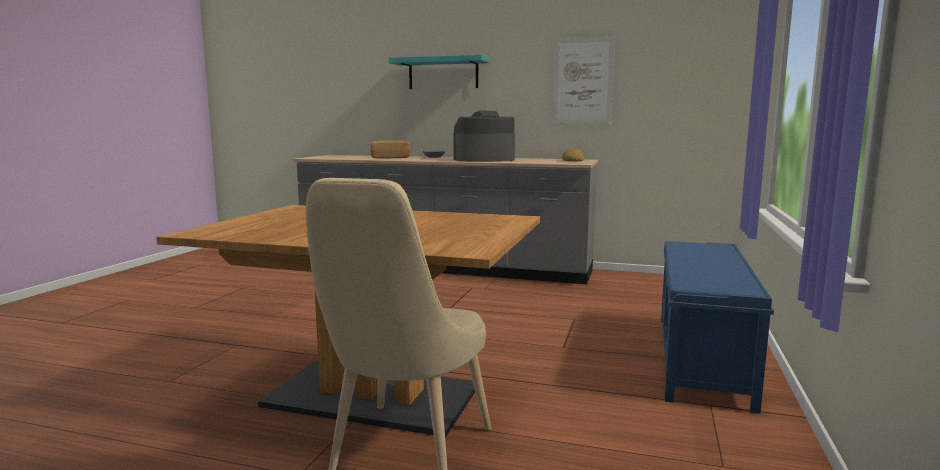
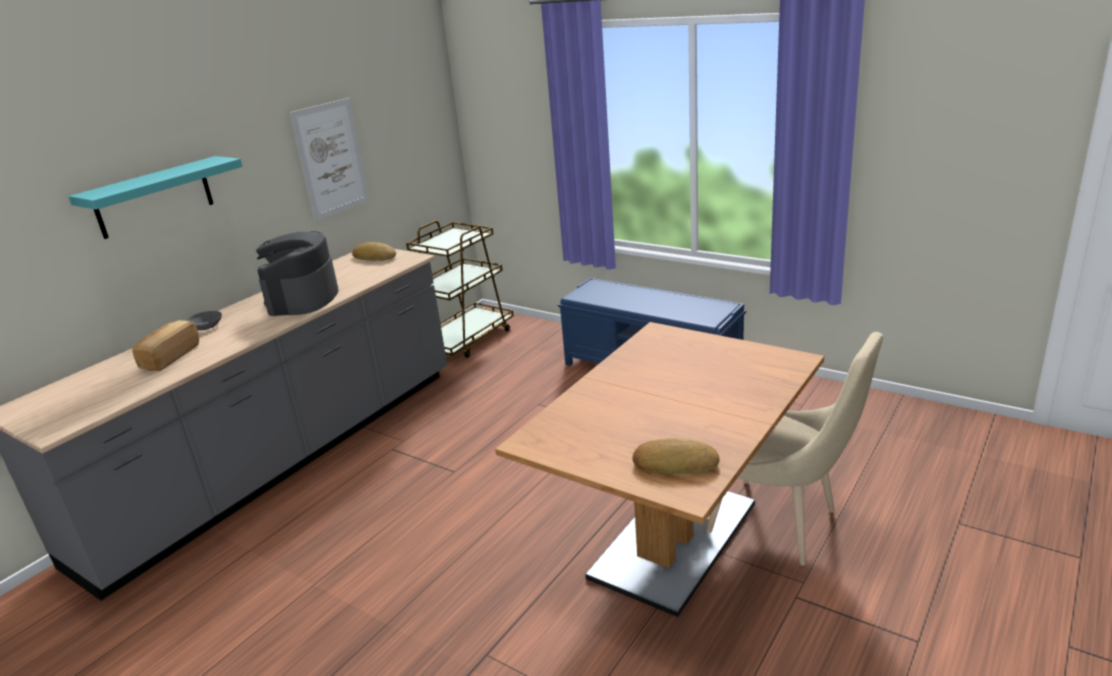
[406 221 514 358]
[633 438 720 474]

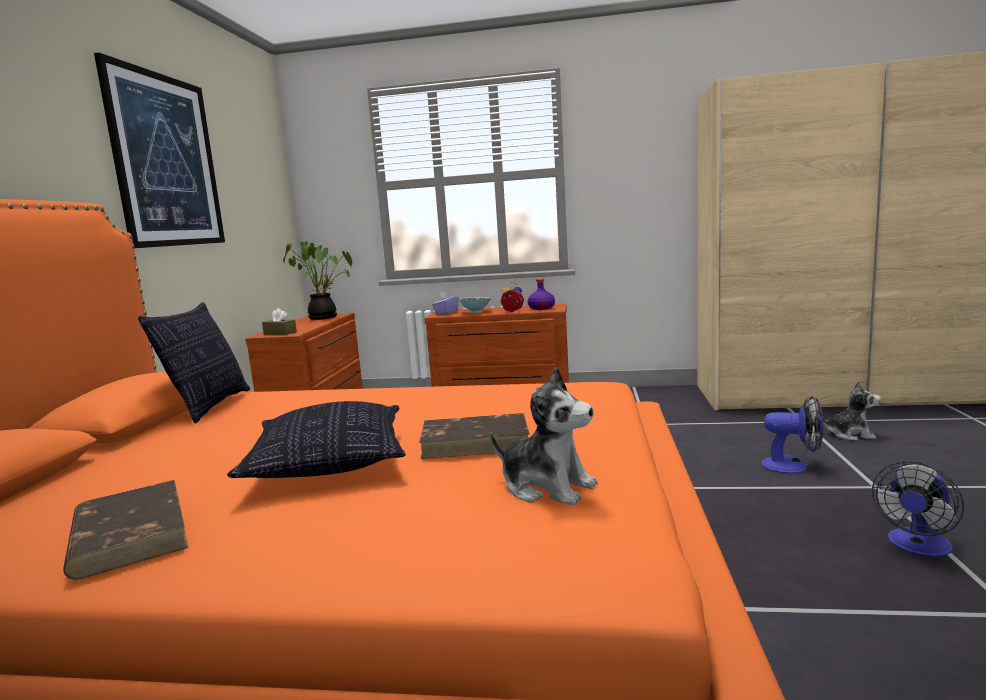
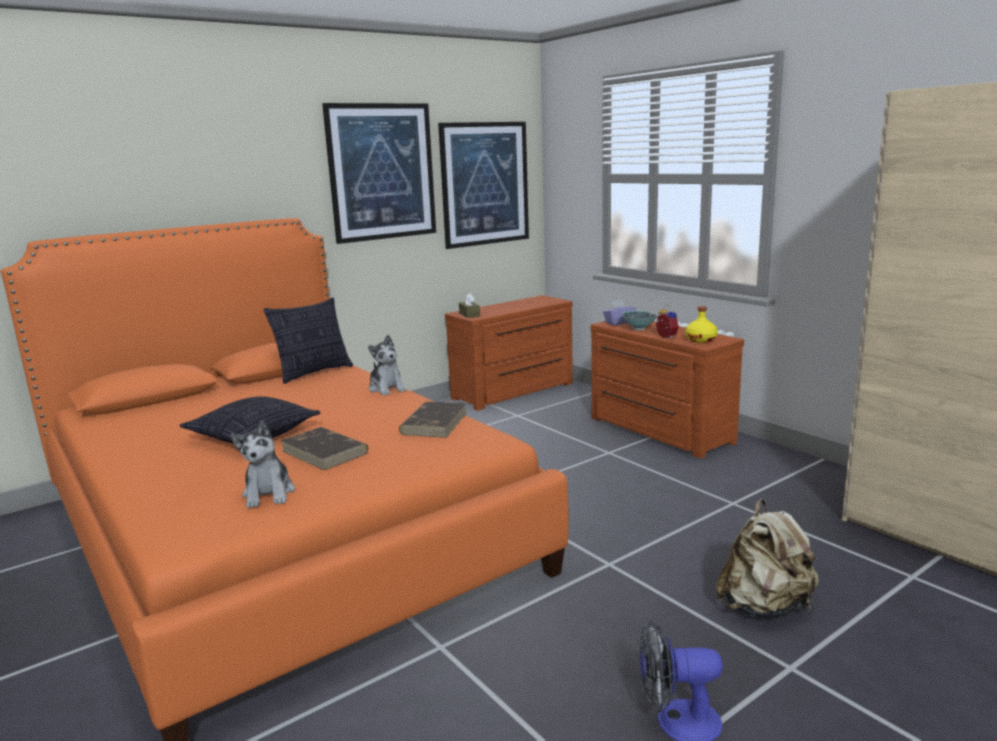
[283 241 352 320] (first image)
[438 122 529 249]
[399 401 467 438]
[368 335 407 396]
[716 499 819 618]
[685 306 718 343]

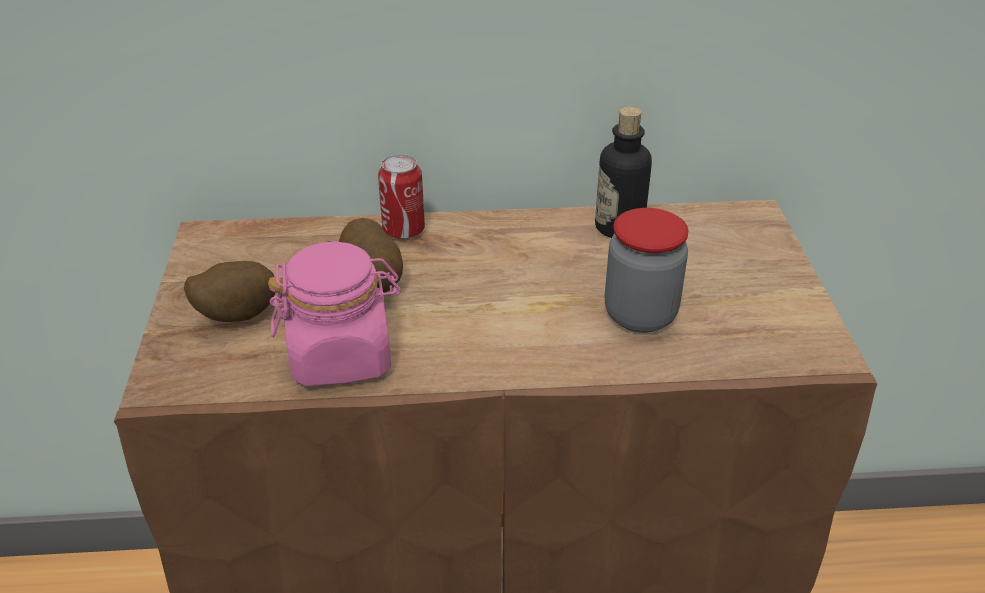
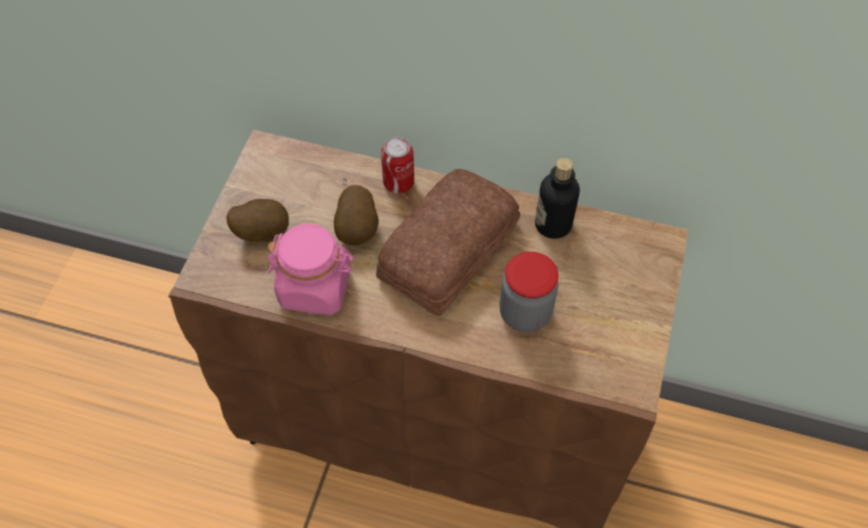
[376 169 520 316]

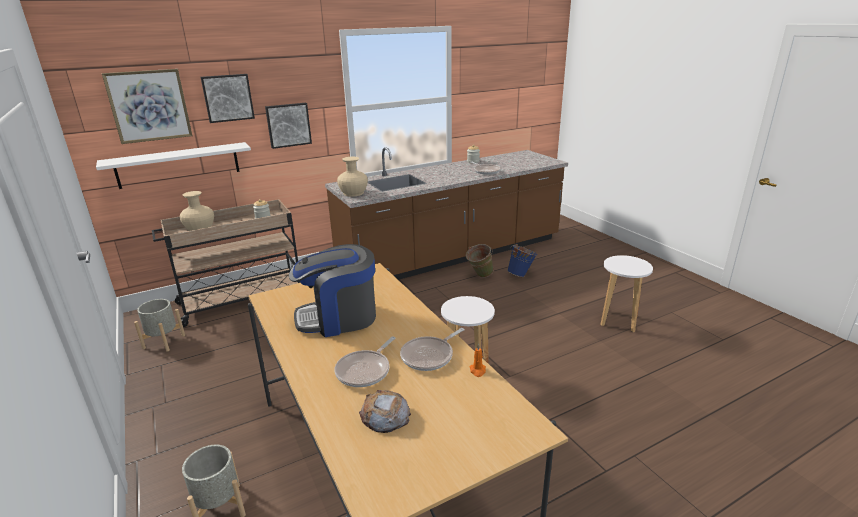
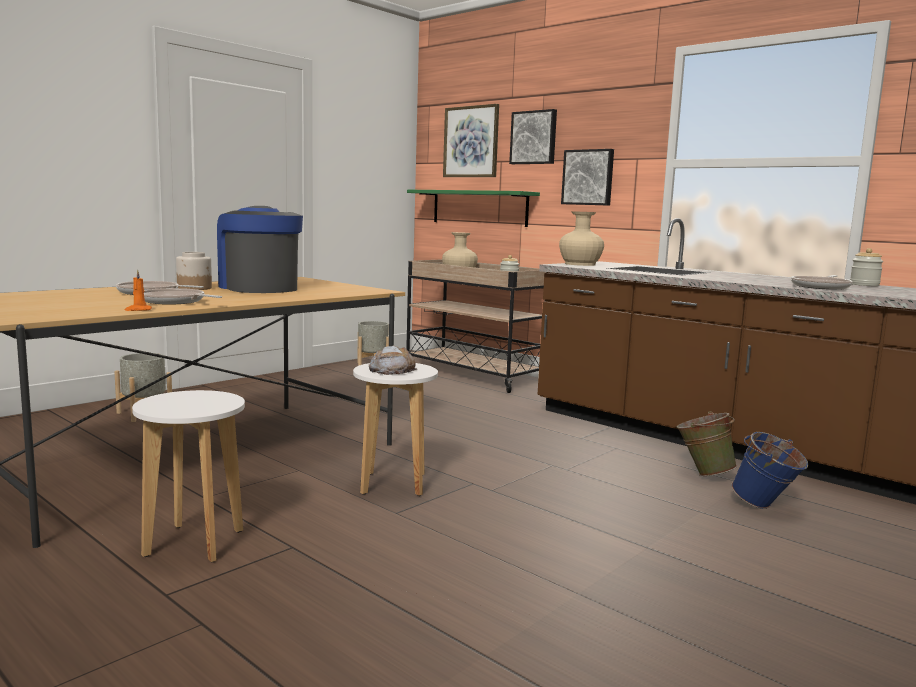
[176 252 212 290]
[369 345 418 375]
[132 390 245 563]
[407 190 540 227]

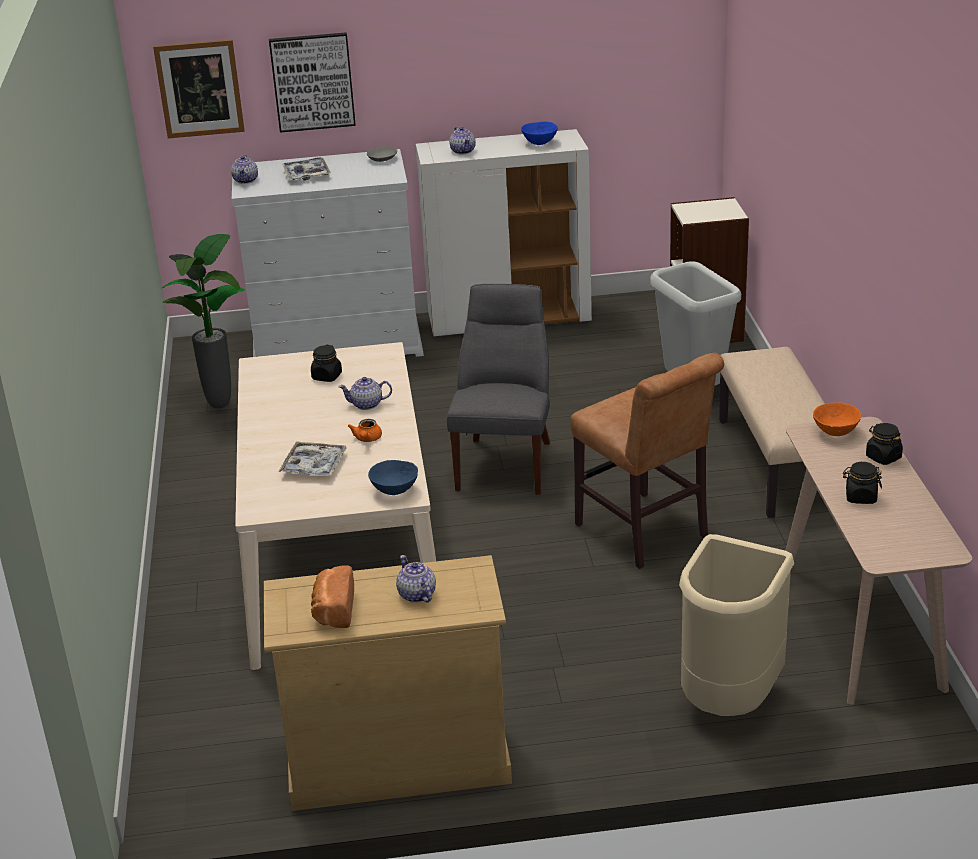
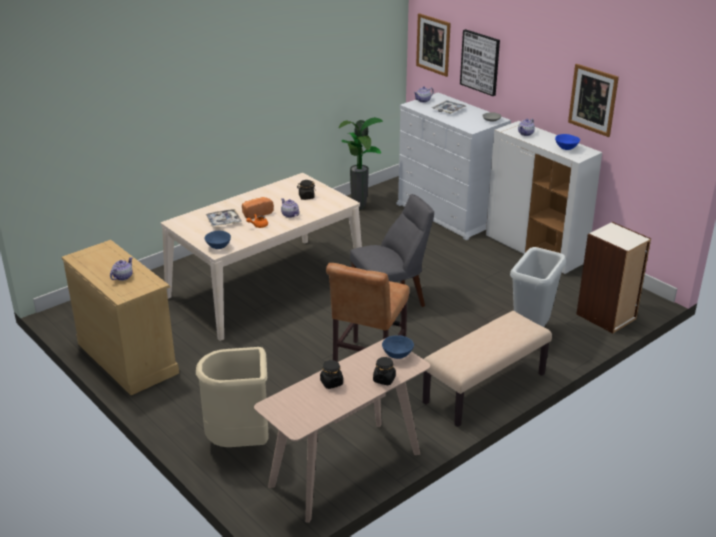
[568 64 619 137]
[242 197 274 219]
[382 335 414 359]

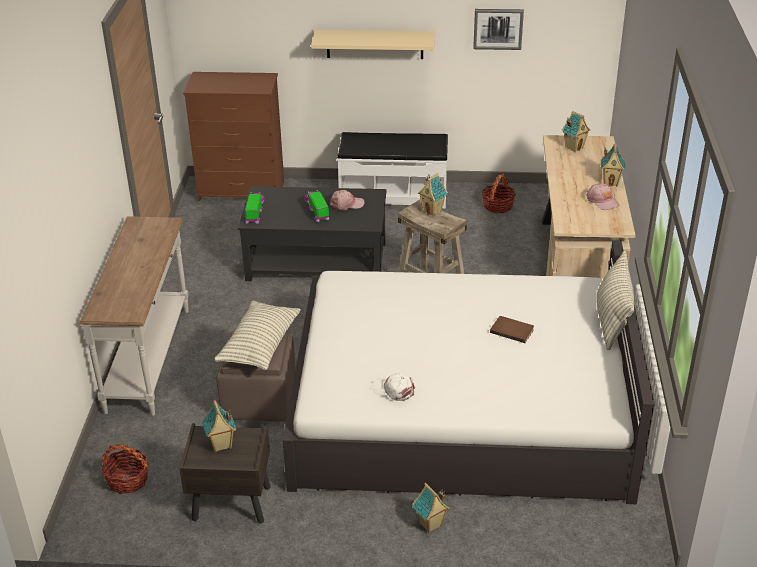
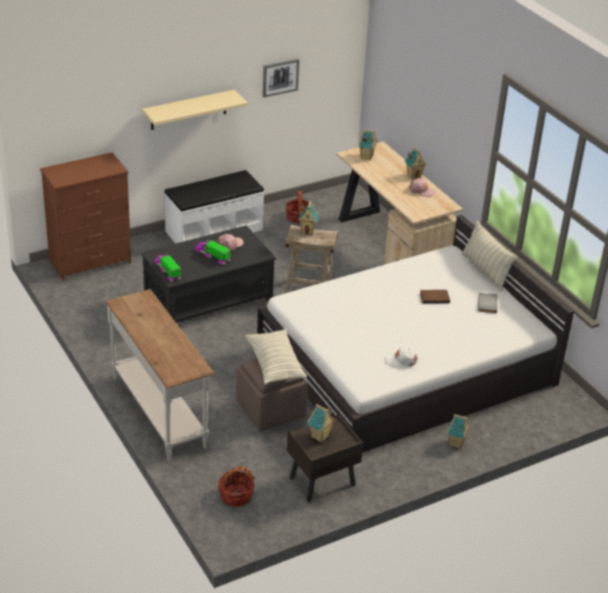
[478 293 497 313]

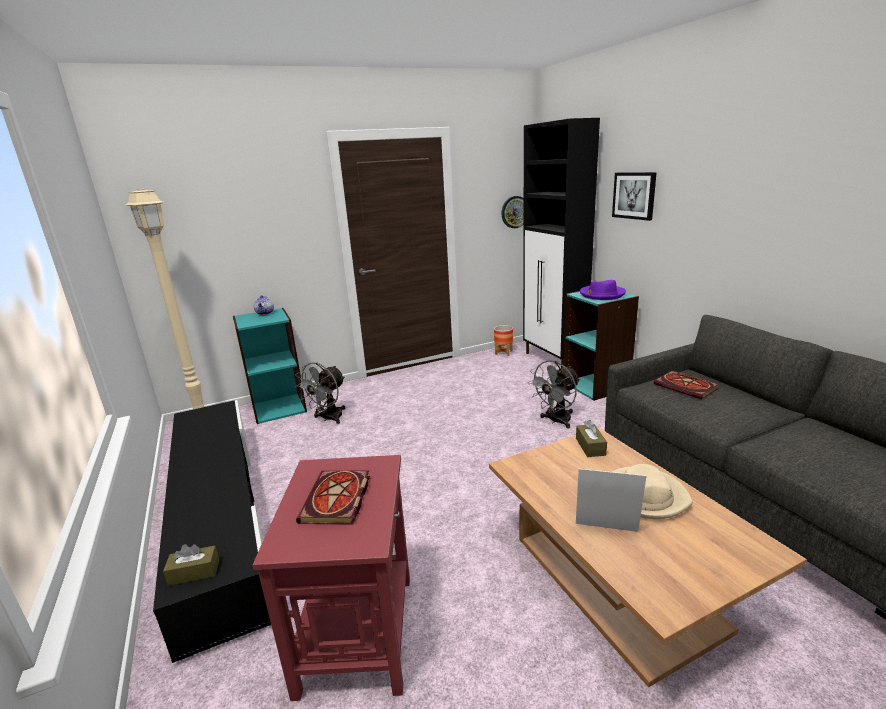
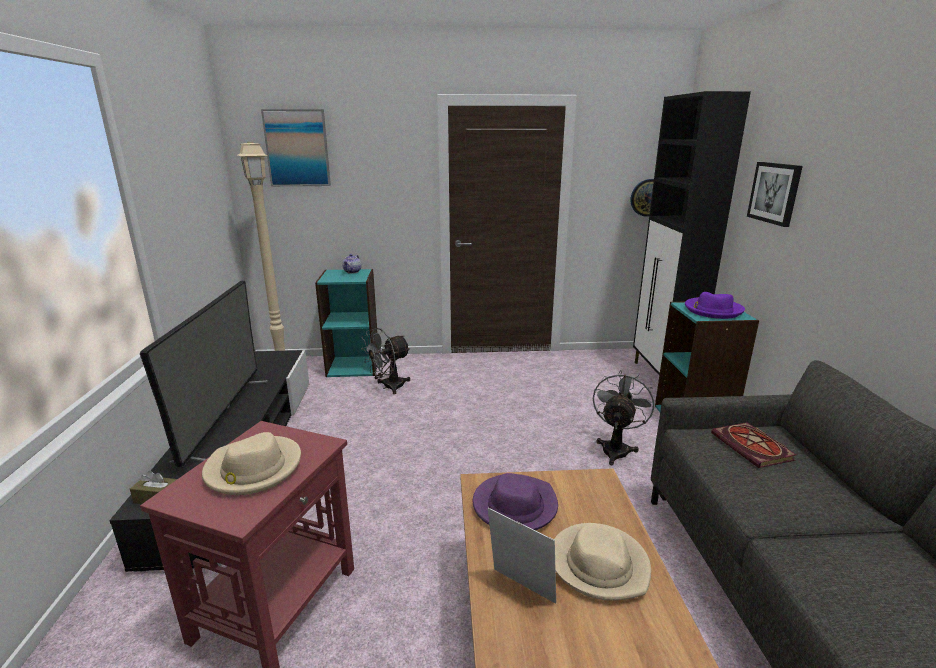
[494 325 513 356] (first image)
[576 420 607 457] (first image)
[140 281 268 467]
[261 109 331 186]
[473 473 558 530]
[202 432 301 495]
[593 370 655 465]

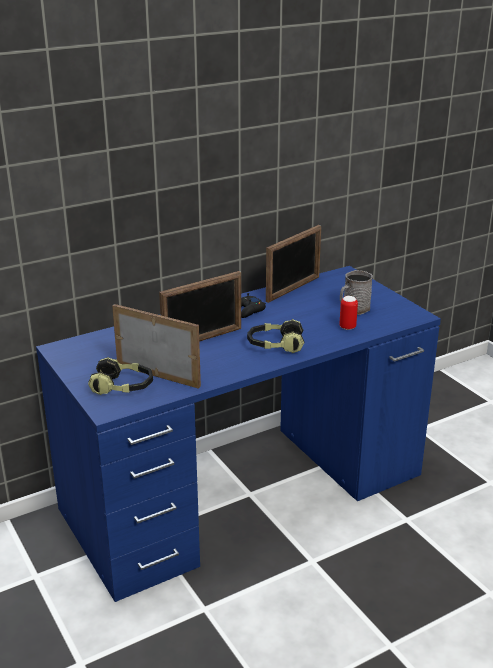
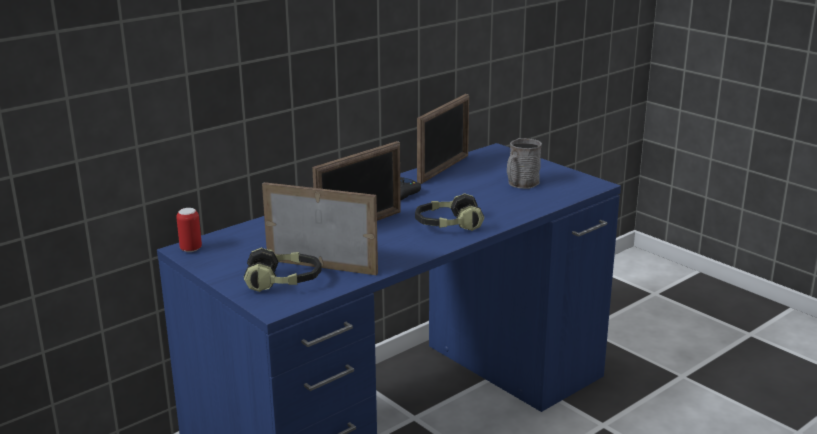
[176 208 202 252]

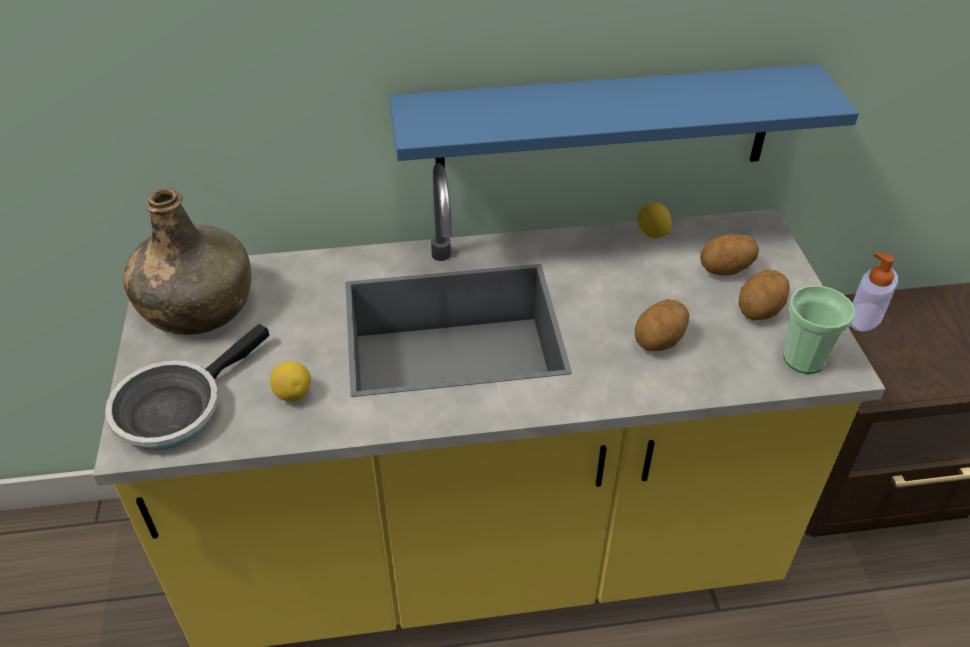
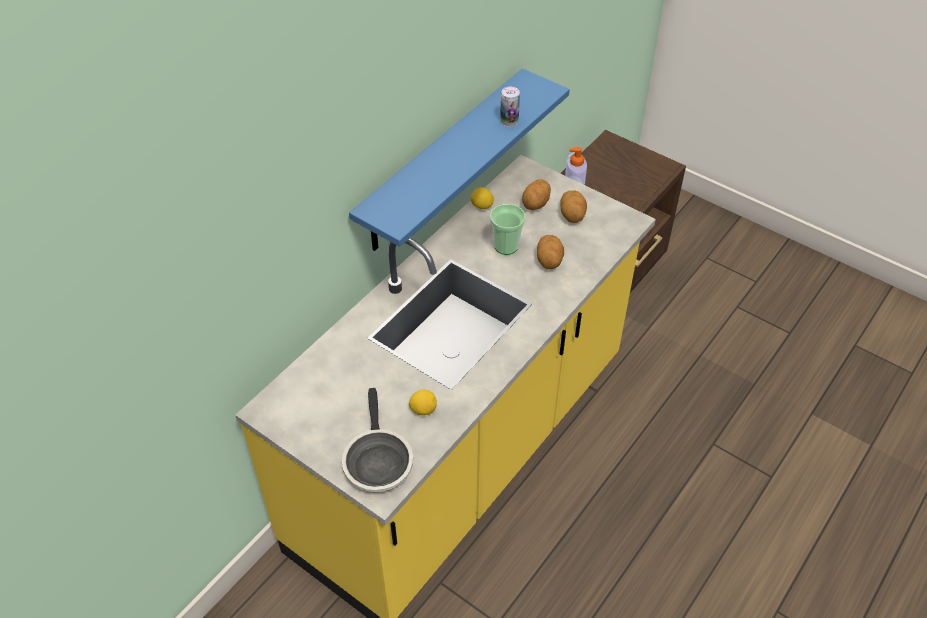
[123 188 252 335] (first image)
[500 87 520 127]
[490 204 526 255]

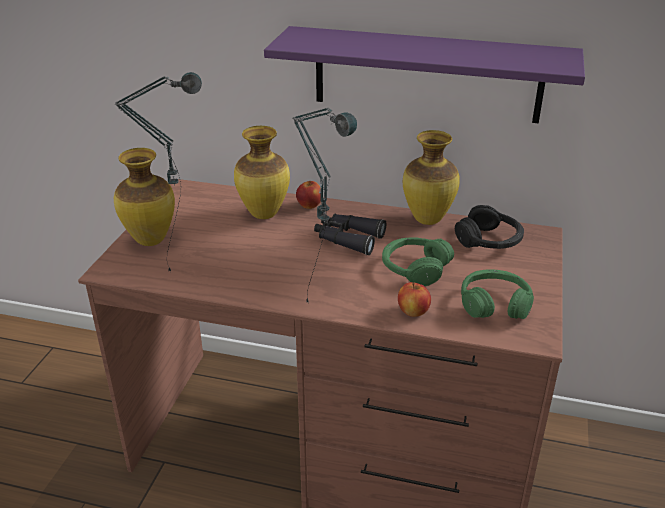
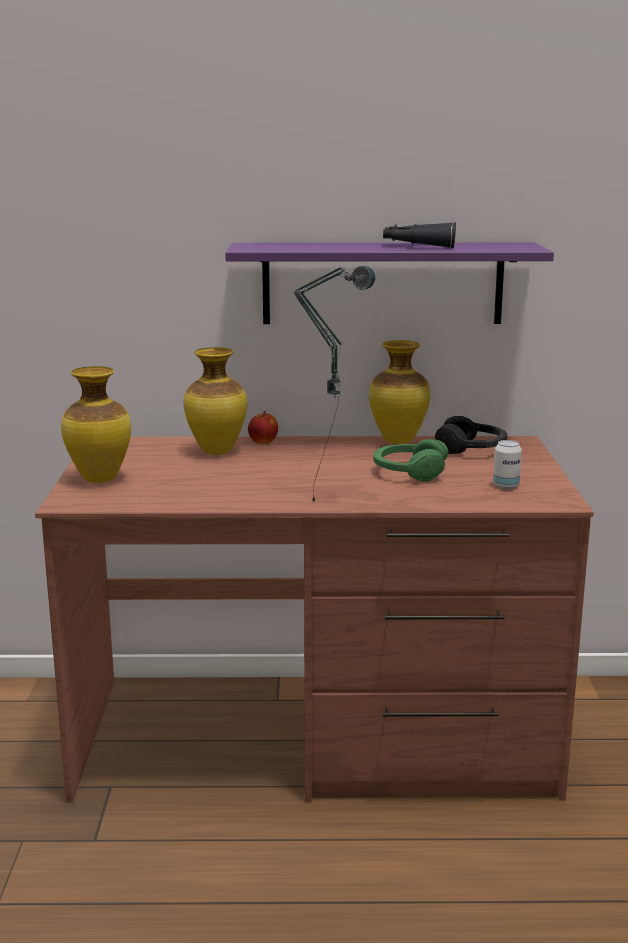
[115 72 202 271] (first image)
[398 282 431 317] (first image)
[383 222 456 248]
[493 440 522 489]

